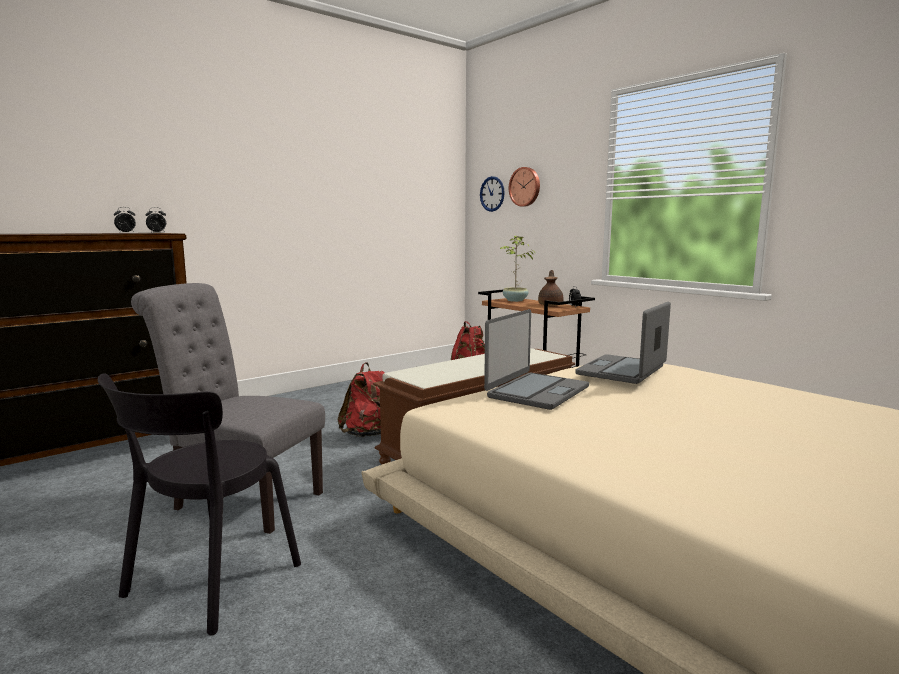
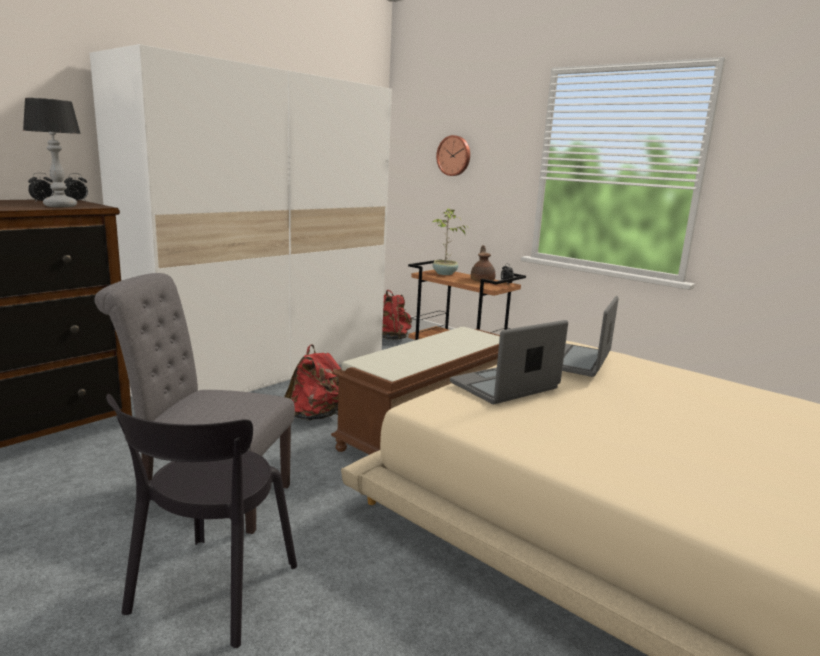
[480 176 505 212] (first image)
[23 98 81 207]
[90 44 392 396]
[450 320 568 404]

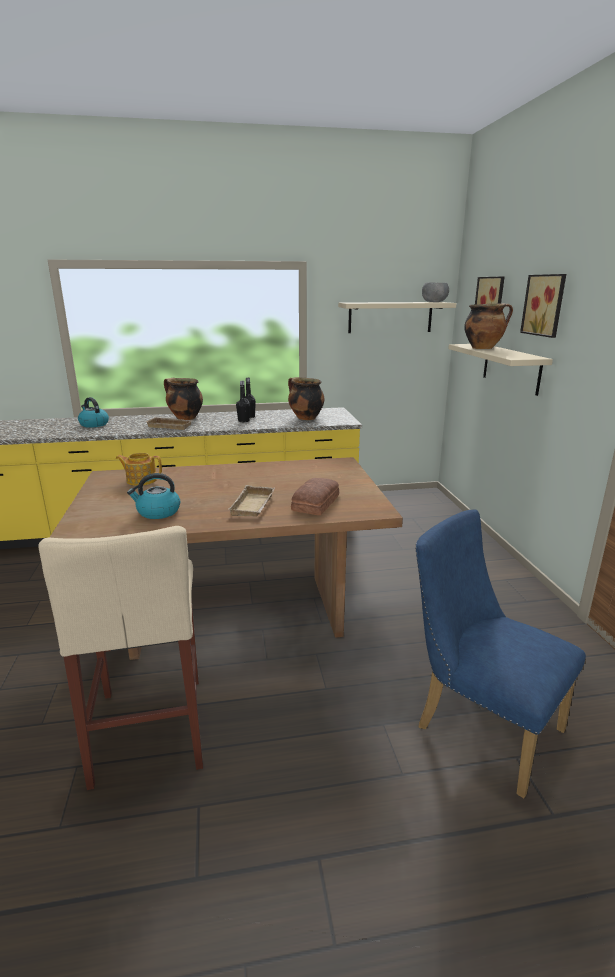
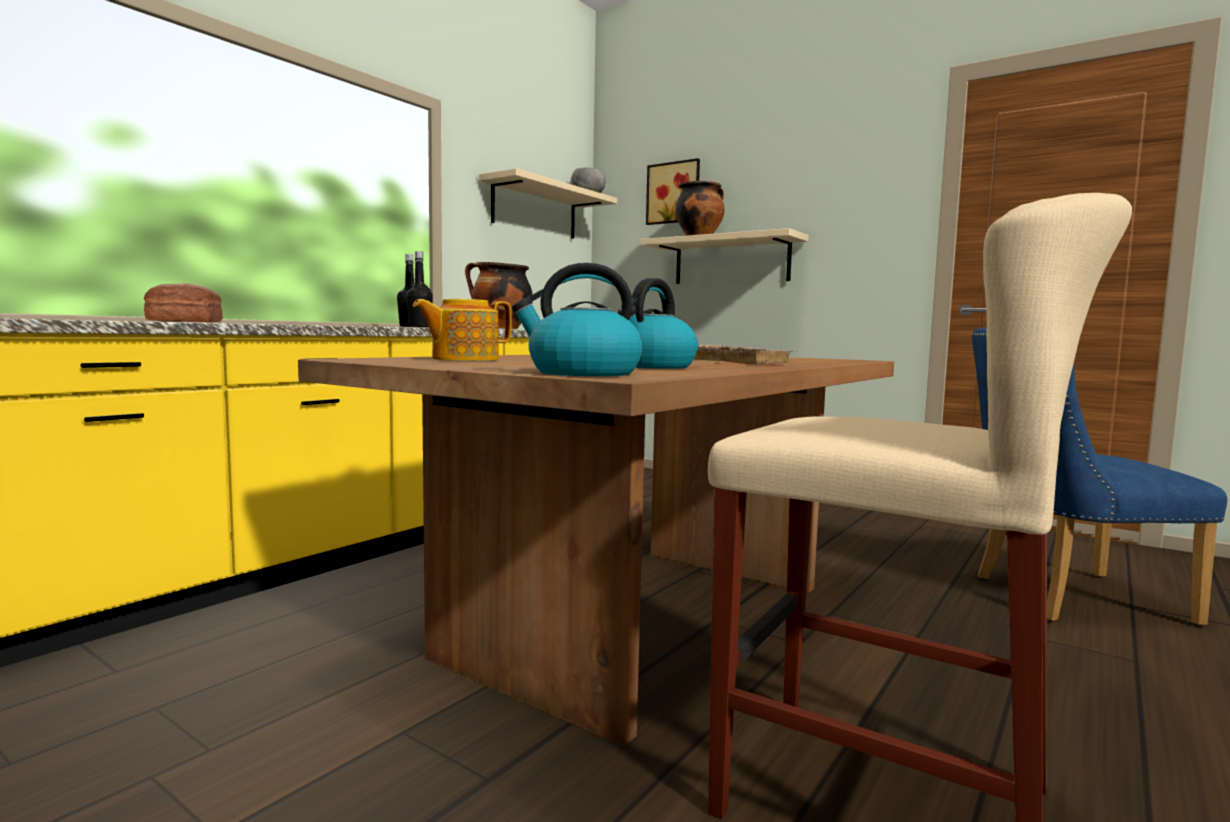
[145 417 194 430] (first image)
[164 378 203 420] (first image)
[520 274 566 338] (first image)
[512 263 643 376]
[144 283 223 322]

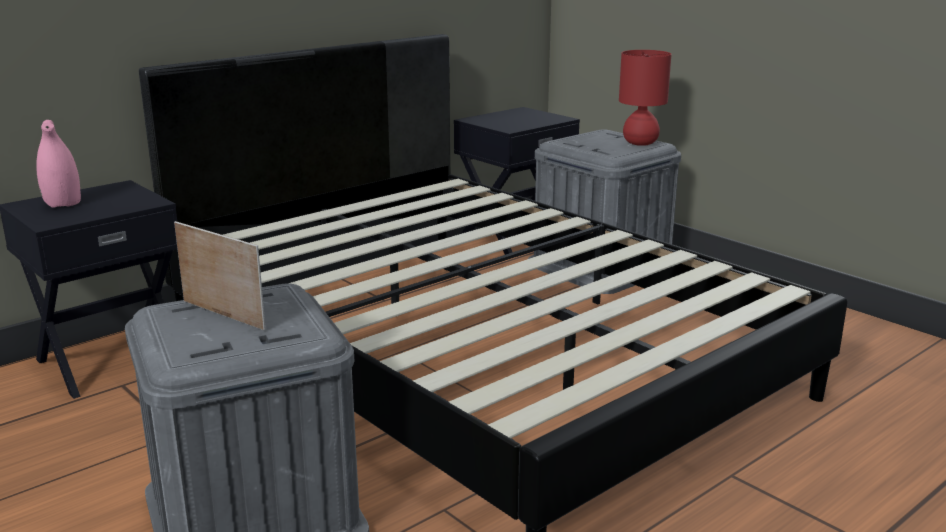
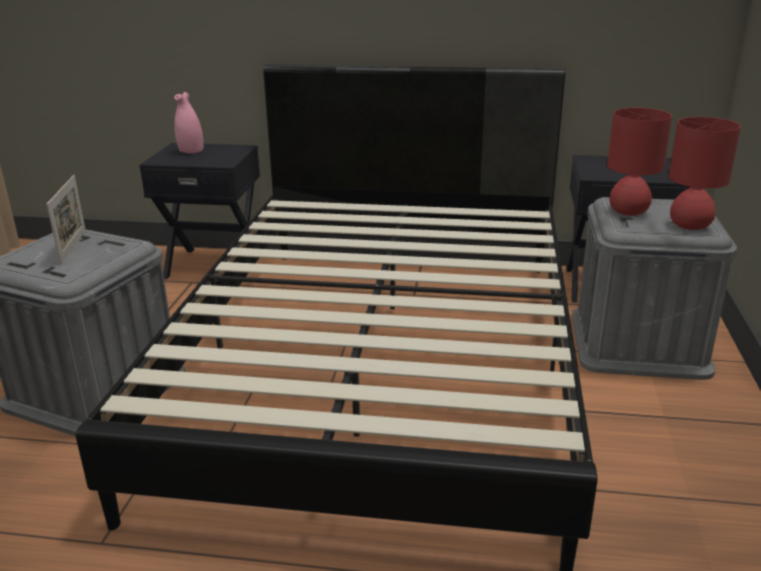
[607 108 672 216]

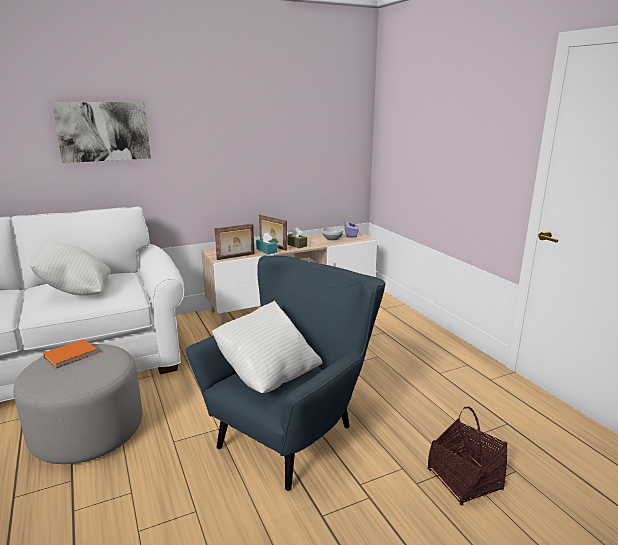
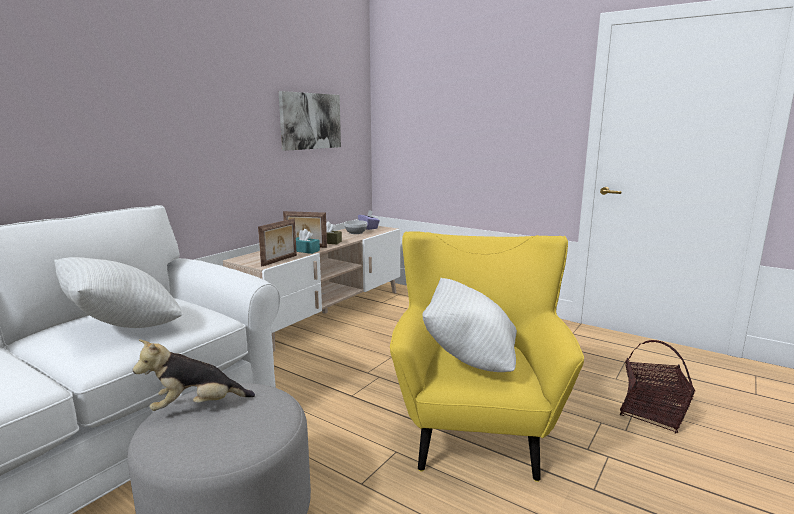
[279 91 341 151]
[133 339 255 411]
[390 231 584 482]

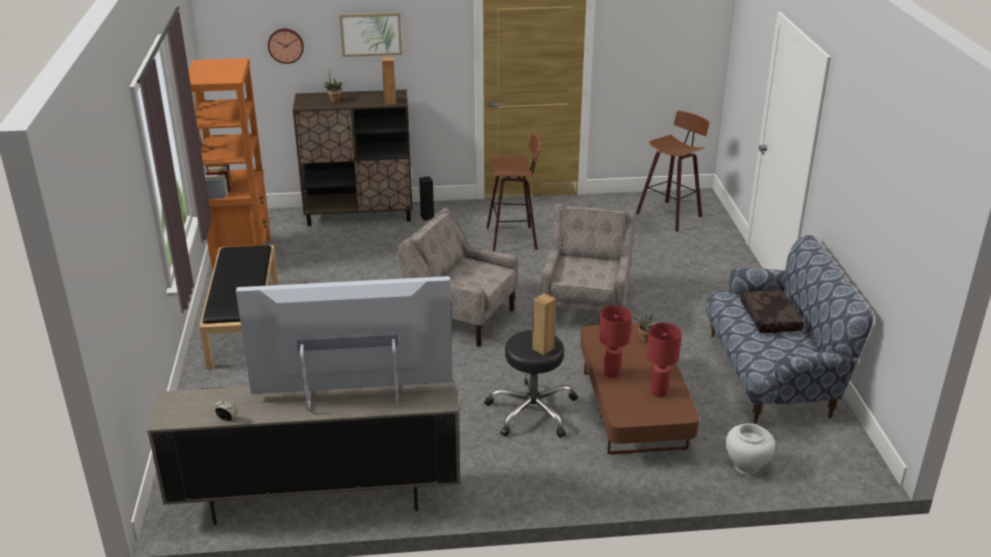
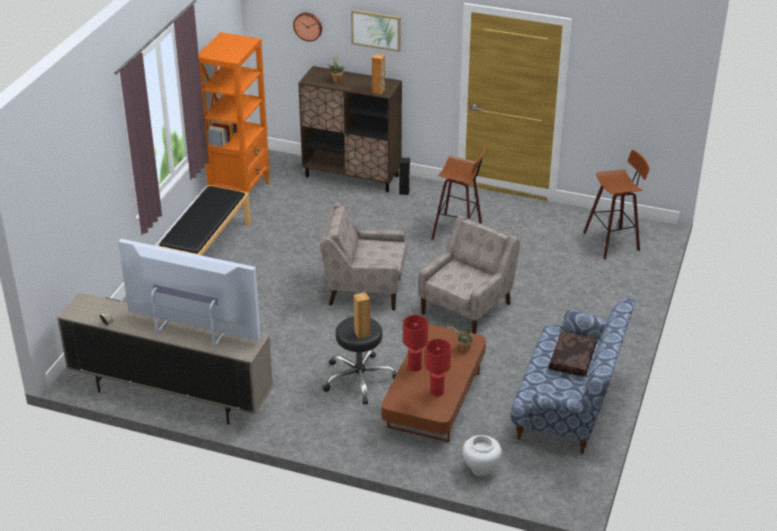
[320 202 406 311]

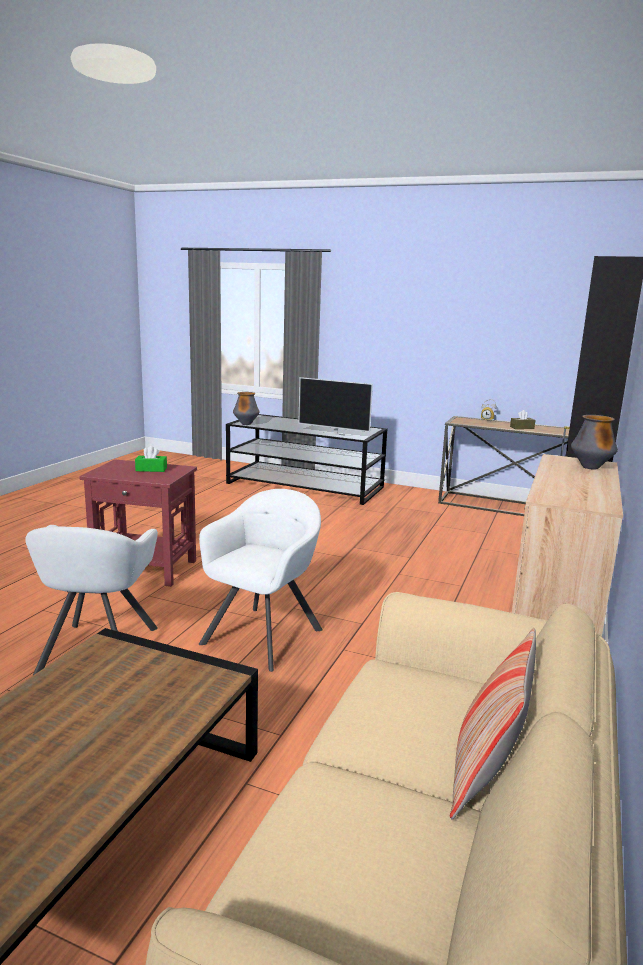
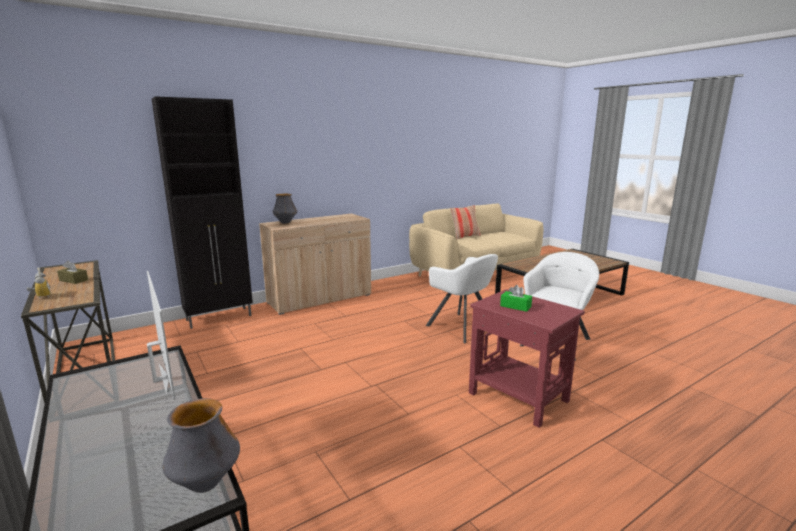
[426 254 498 343]

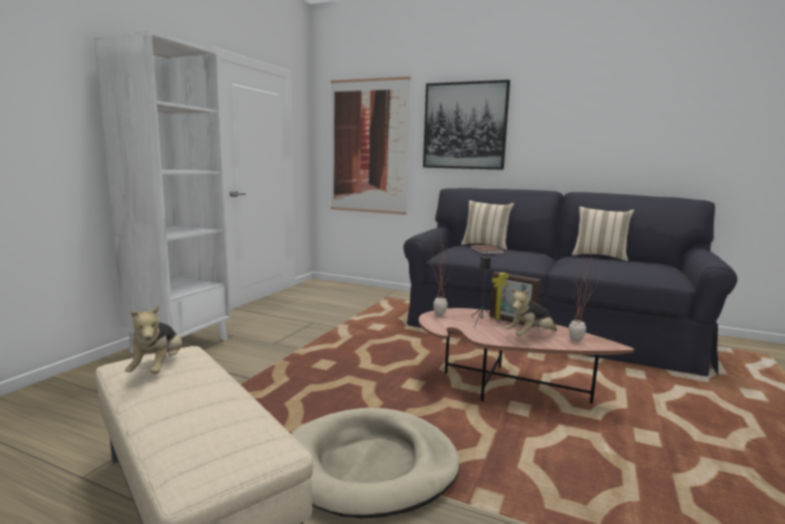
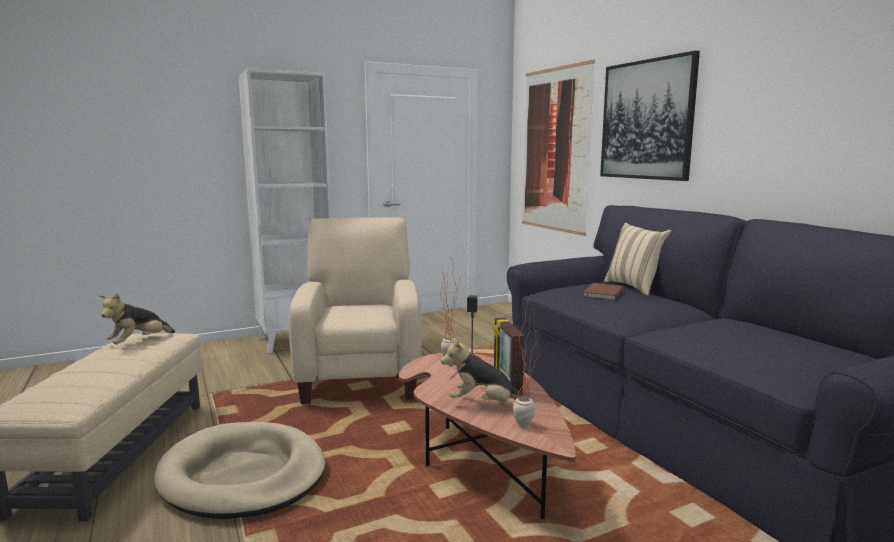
[572 206 634 261] (first image)
[289 217 422 404]

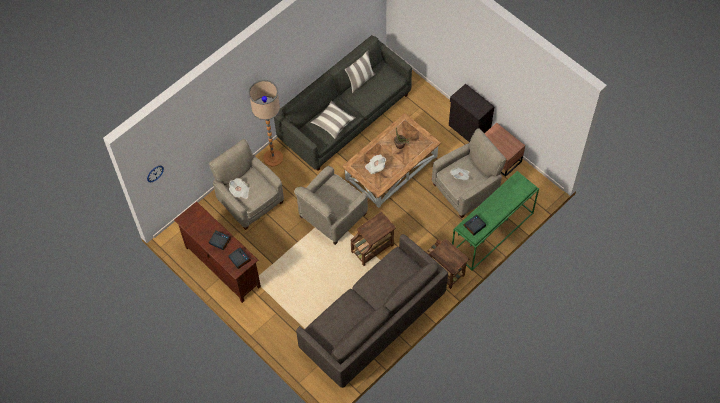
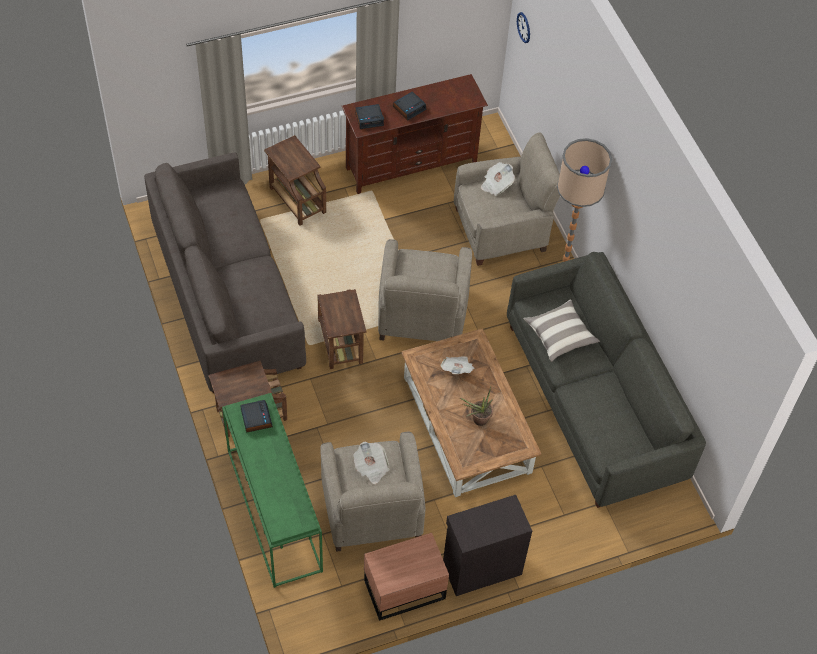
[345 51 375 93] (first image)
[264 135 326 226]
[378 239 472 341]

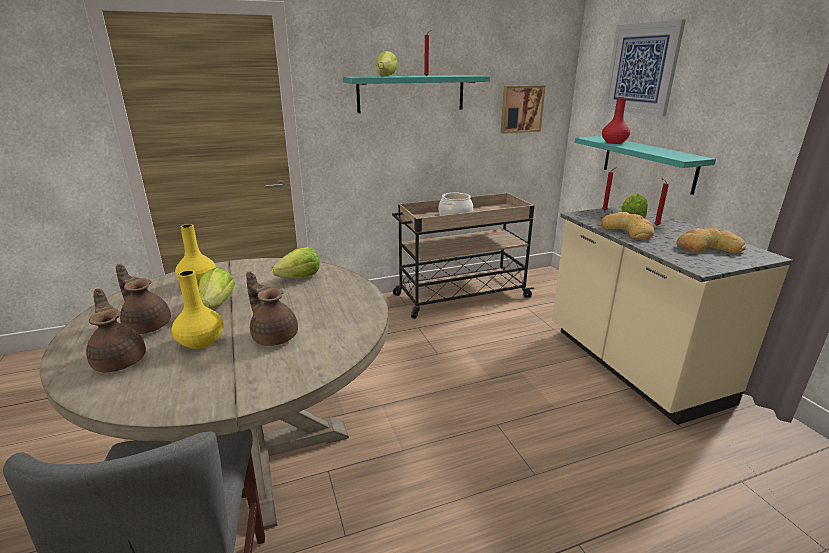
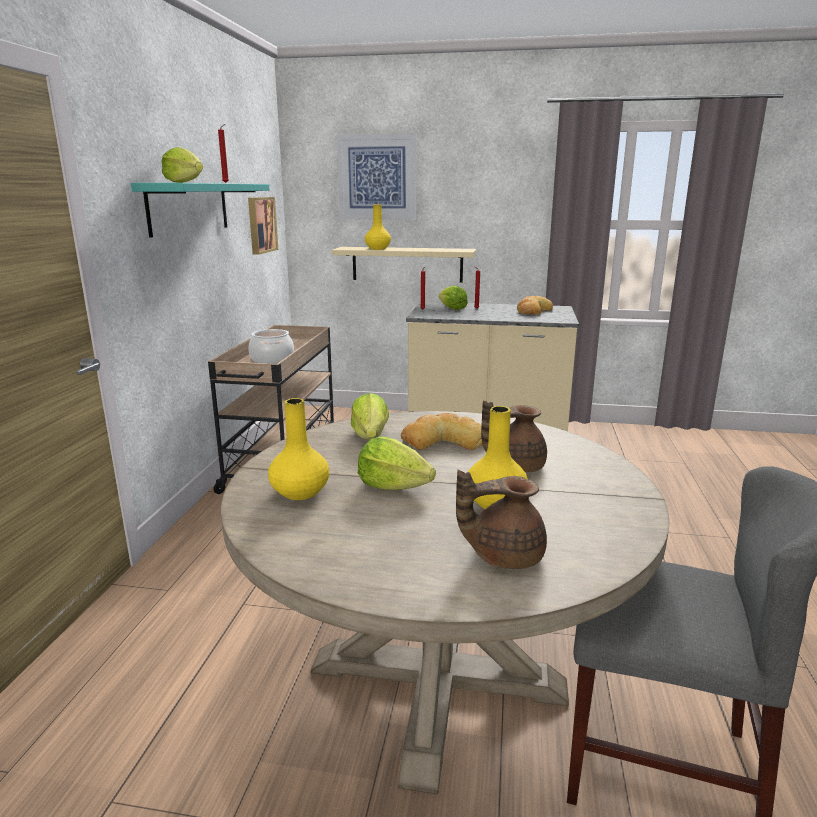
[116 264 171 334] (first image)
[401 413 483 450]
[331 247 476 283]
[365 204 391 250]

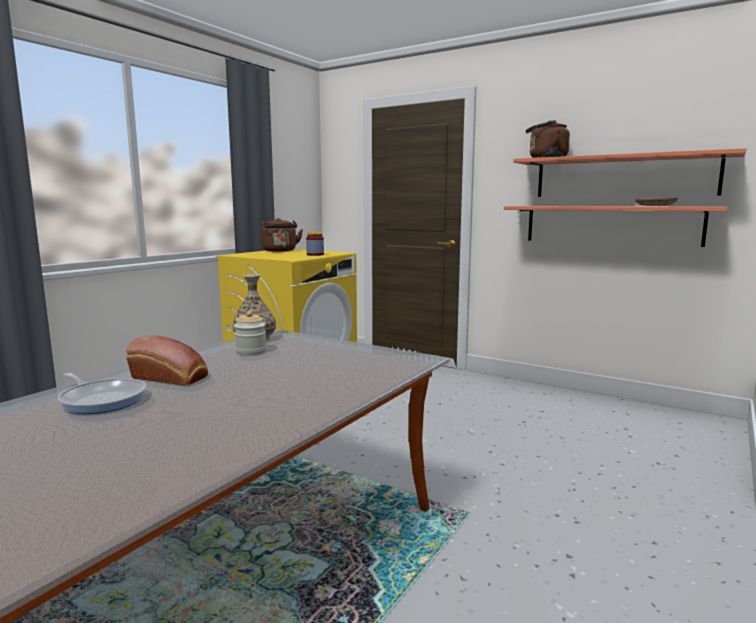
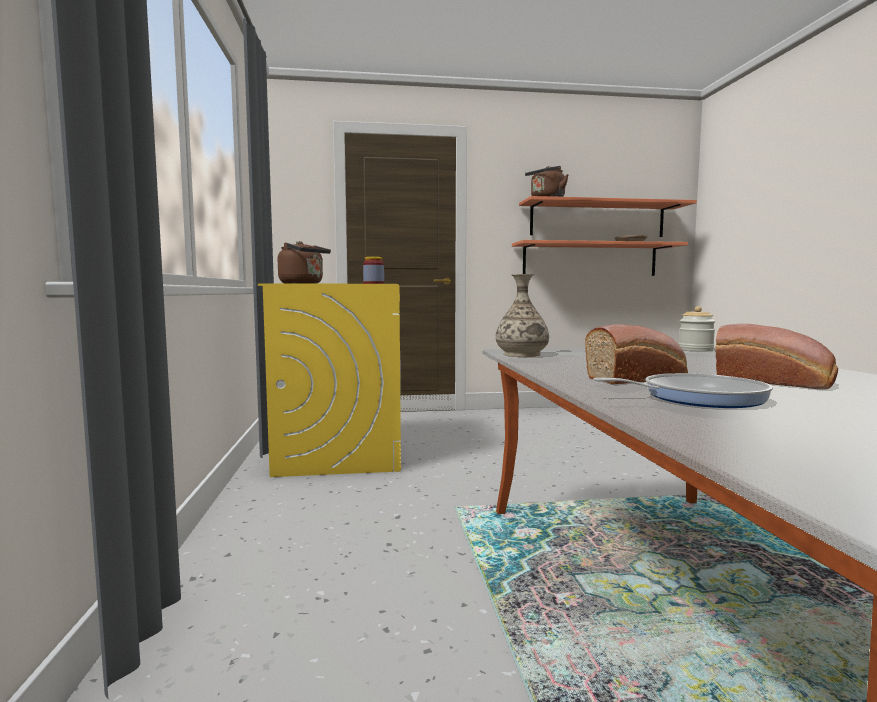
[715 324 838 390]
[679 306 716 351]

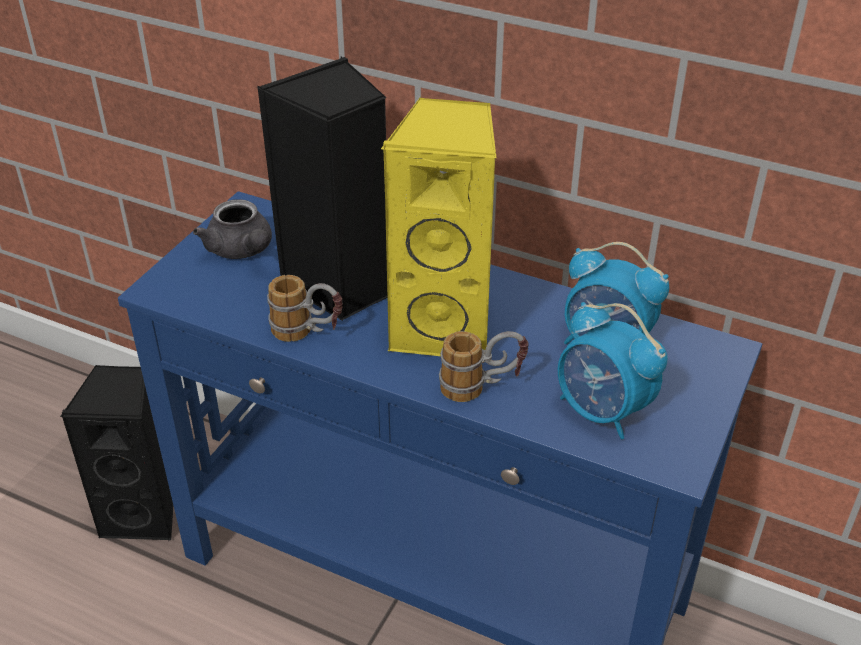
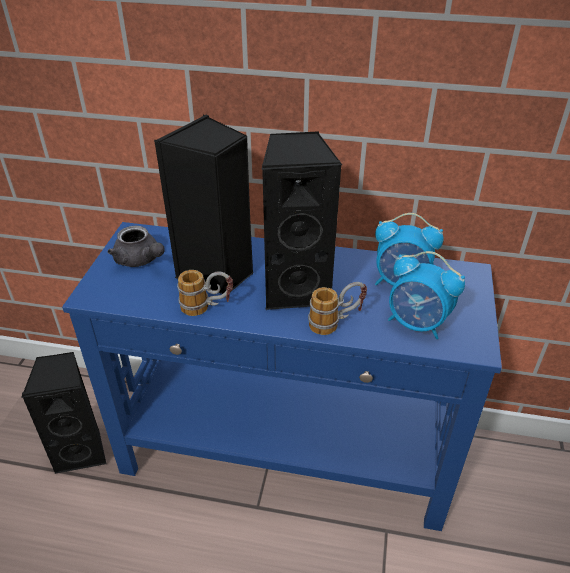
[261 131 342 310]

